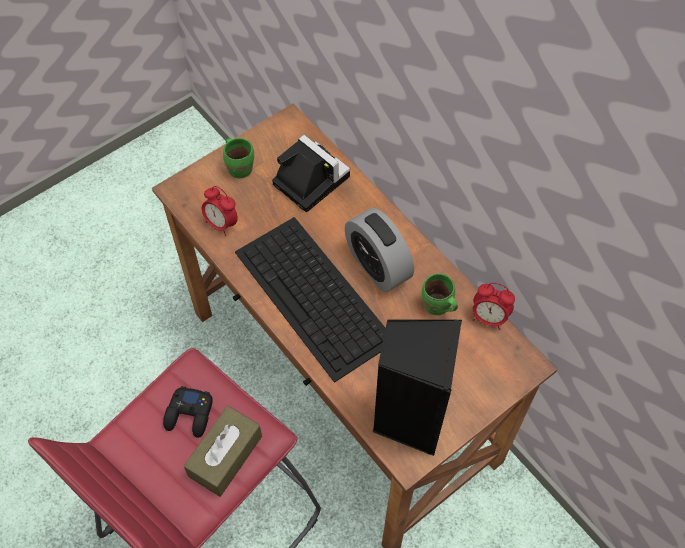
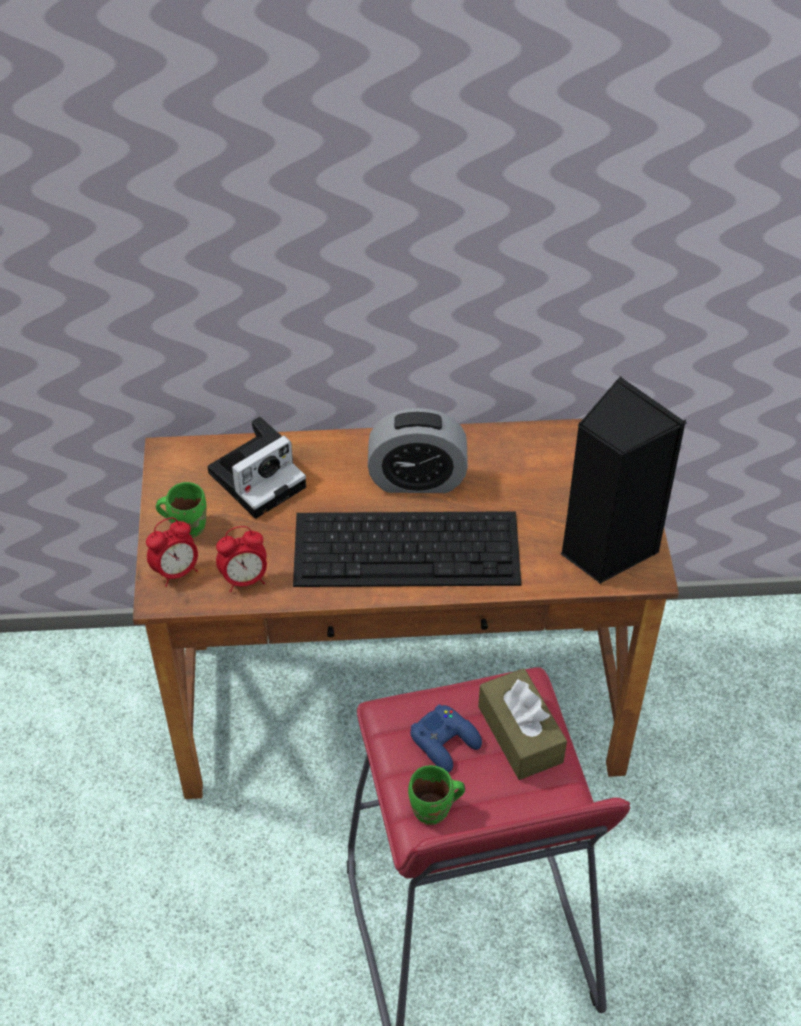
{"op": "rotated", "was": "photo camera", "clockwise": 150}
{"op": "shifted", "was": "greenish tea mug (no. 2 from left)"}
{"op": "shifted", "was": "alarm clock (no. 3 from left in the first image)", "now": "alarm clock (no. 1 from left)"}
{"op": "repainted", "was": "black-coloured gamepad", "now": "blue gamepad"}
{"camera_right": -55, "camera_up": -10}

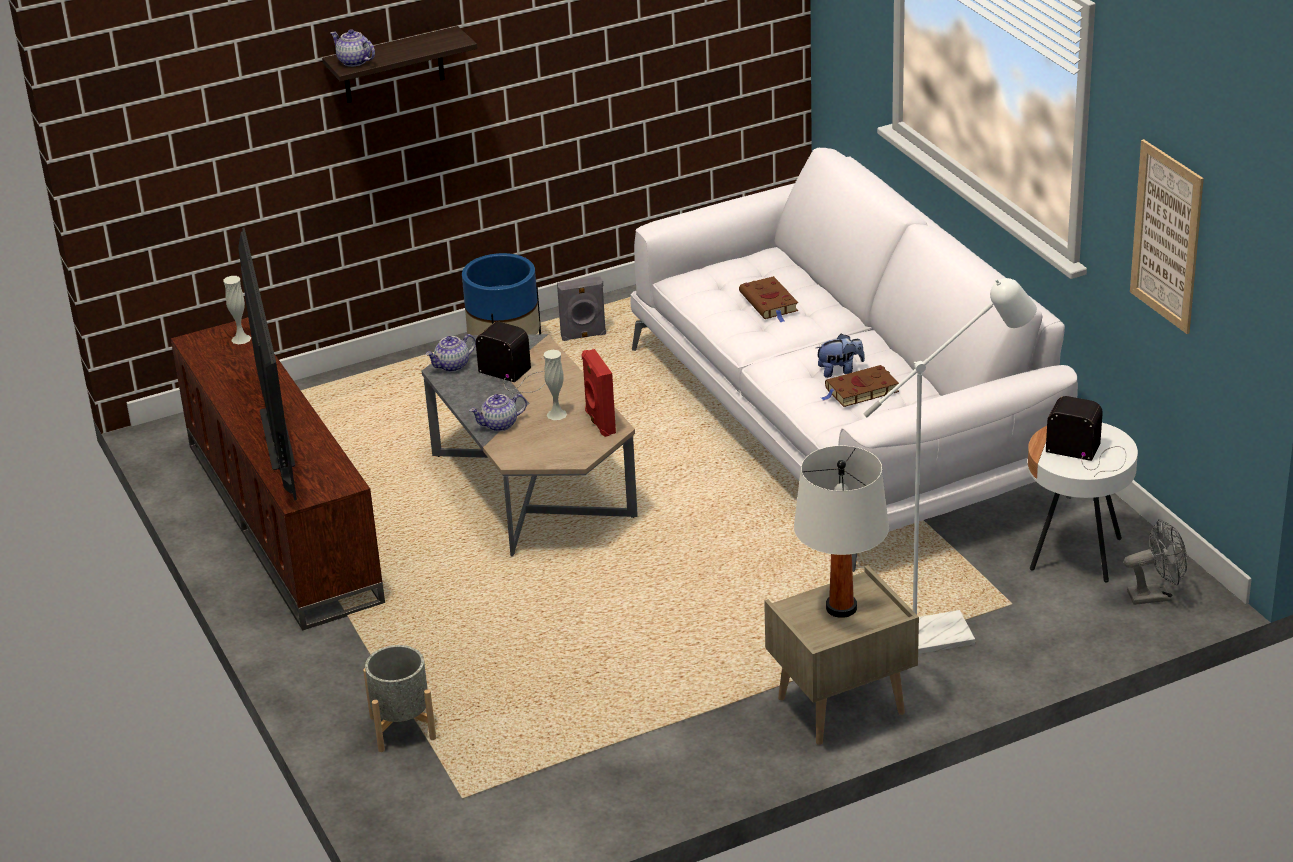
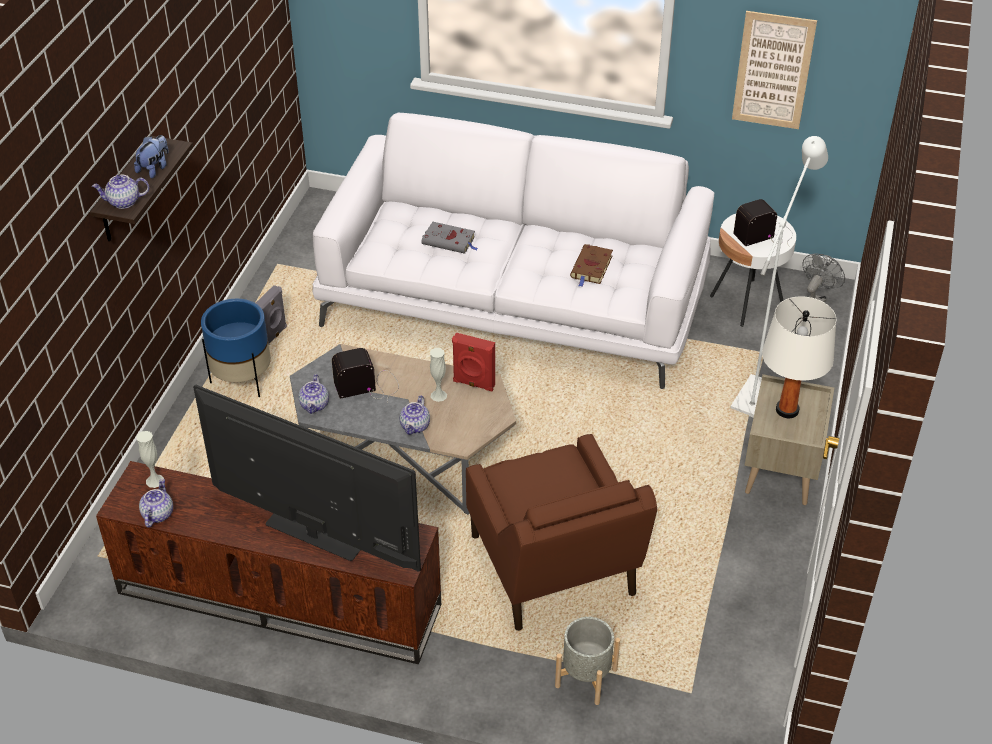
{"op": "repainted", "was": "brown-coloured book (no. 1 from left)", "now": "grey book"}
{"op": "shifted", "was": "soft toy"}
{"op": "new", "now": "brown-coloured armchair"}
{"op": "new", "now": "teapot (no. 2 from left)"}
{"camera_right": -50, "camera_up": 10}

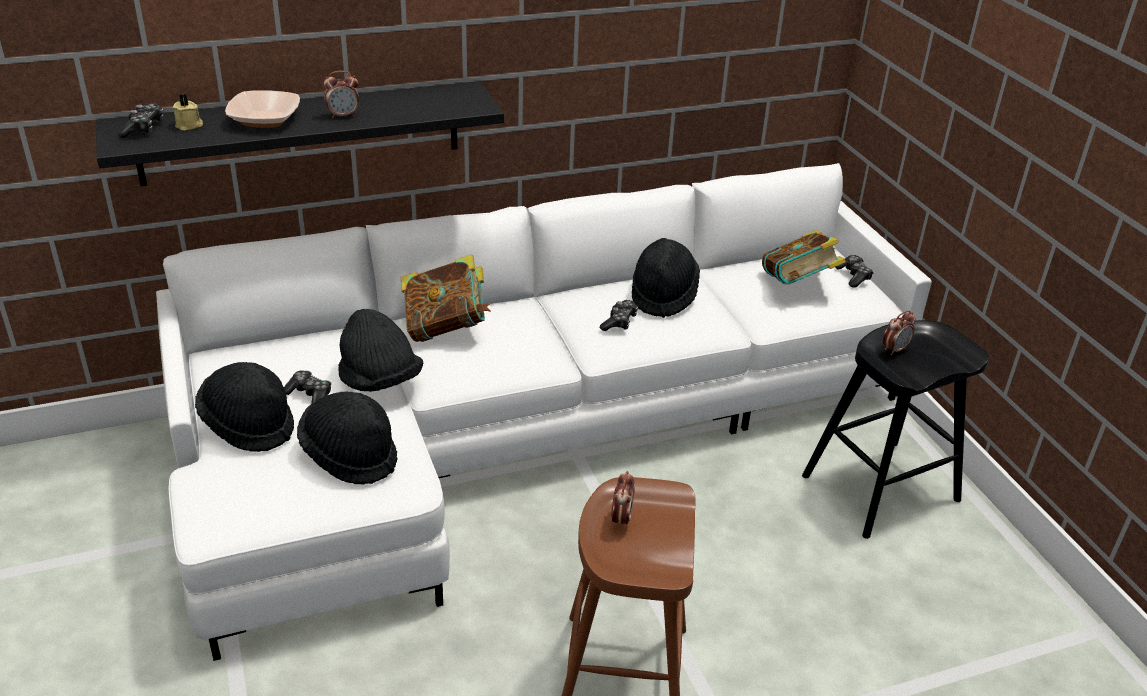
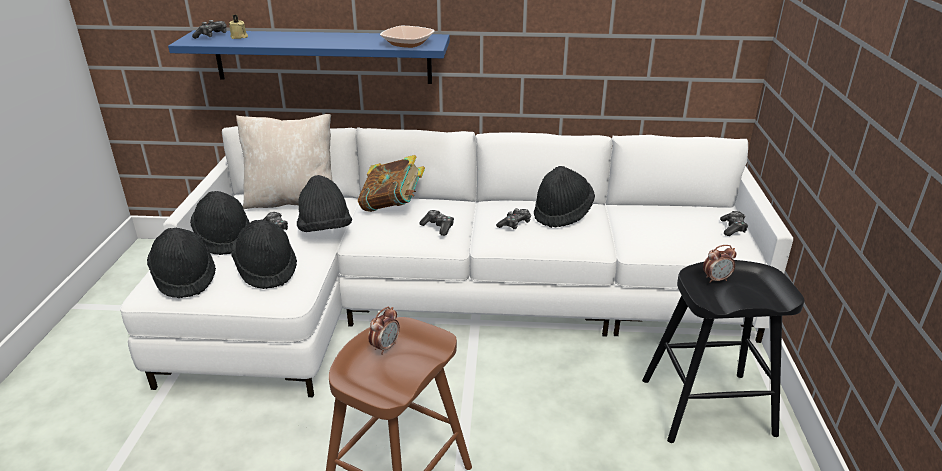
{"op": "gone", "was": "alarm clock (no. 1 from left)"}
{"op": "repainted", "was": "black-coloured shelf", "now": "blue shelf"}
{"op": "shifted", "was": "bowl"}
{"op": "gone", "was": "book (no. 2 from left)"}
{"op": "new", "now": "beige-coloured throw pillow"}
{"op": "new", "now": "gamepad (no. 3 from left)"}
{"op": "new", "now": "black-coloured hat (no. 1 from left)"}
{"camera_right": 25, "camera_up": -5}

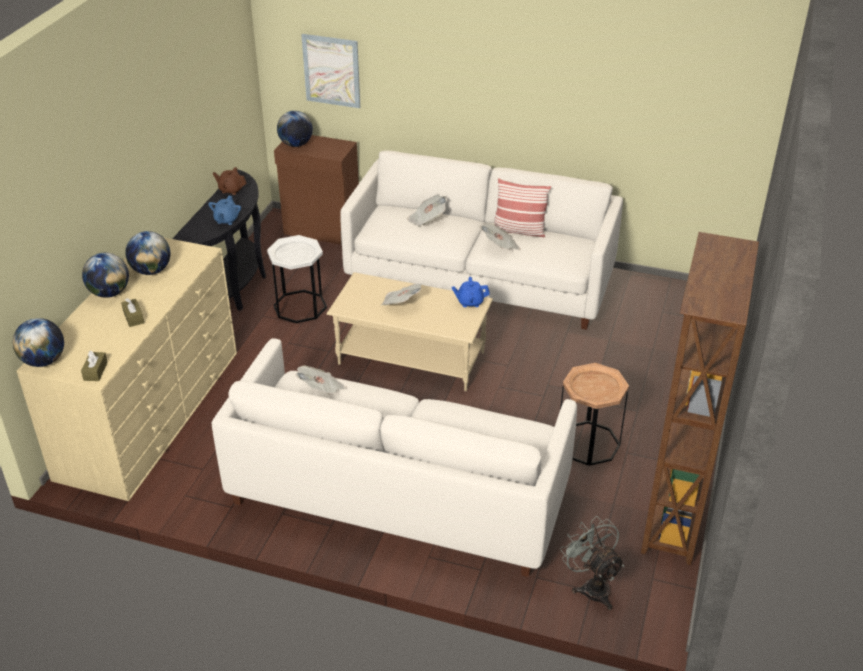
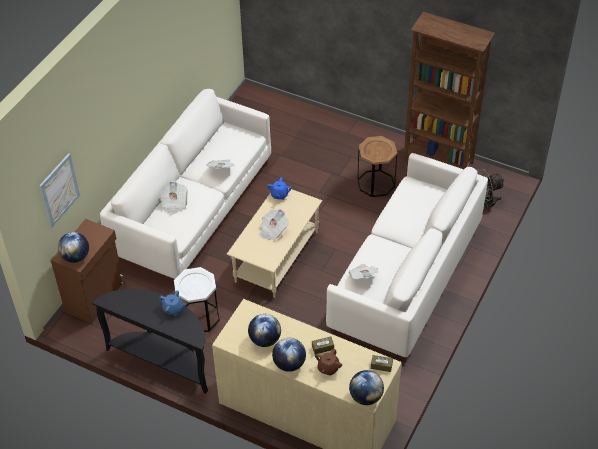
{"op": "shifted", "was": "brown-coloured teapot"}
{"op": "gone", "was": "throw pillow"}
{"camera_right": -80, "camera_up": 10}

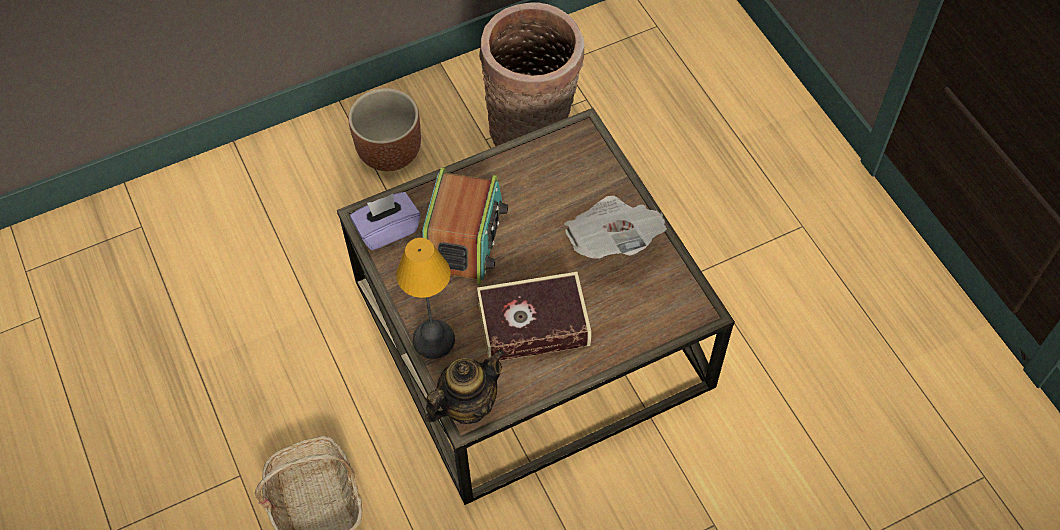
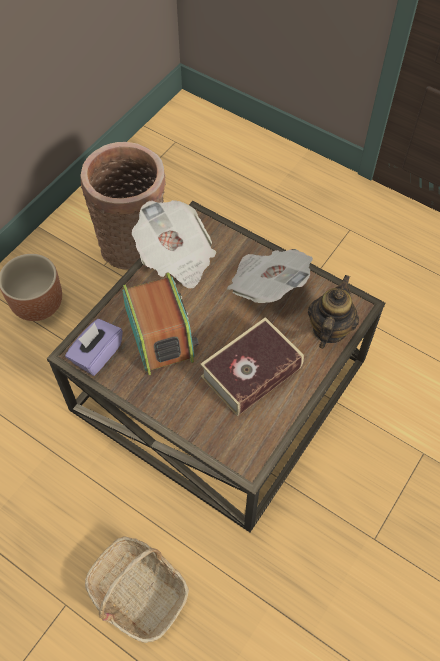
{"op": "gone", "was": "tabletop lamp"}
{"op": "shifted", "was": "teapot"}
{"op": "new", "now": "newspaper (no. 1 from left)"}
{"camera_right": -30, "camera_up": 0}

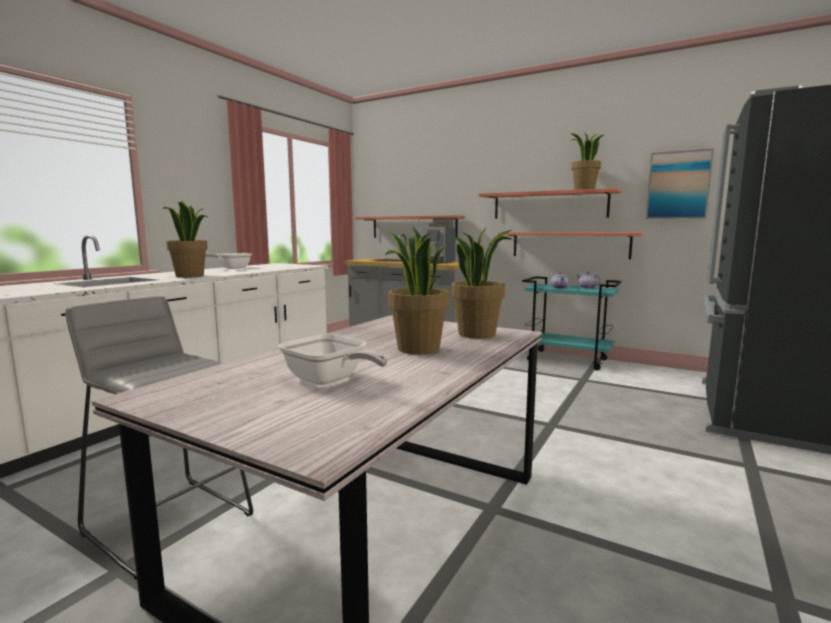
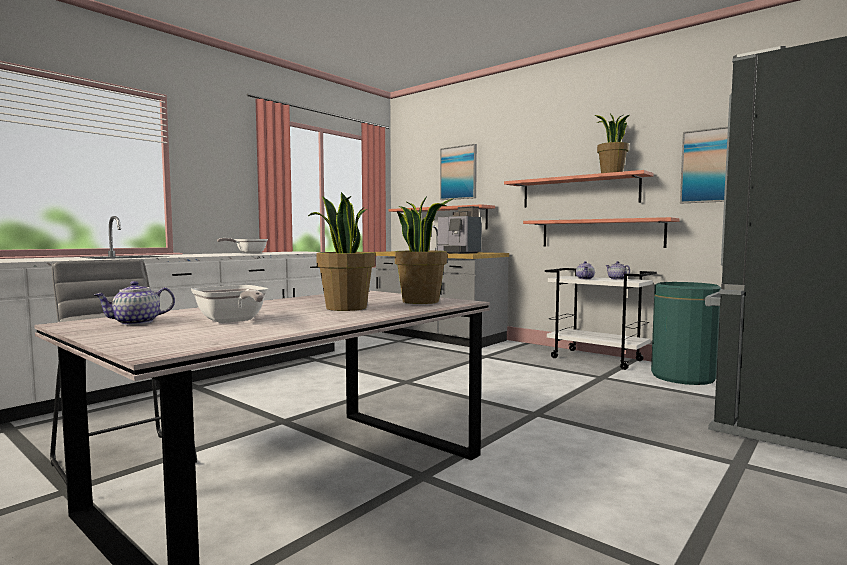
{"op": "gone", "was": "plant in a pot (no. 1 from left)"}
{"op": "repainted", "was": "blue-green wheeled cart", "now": "white-coloured wheeled cart"}
{"op": "new", "now": "wall art (no. 1 from left)"}
{"op": "new", "now": "teapot (no. 1 from left)"}
{"op": "new", "now": "greenish rubbish bin"}
{"camera_right": 10, "camera_up": -5}

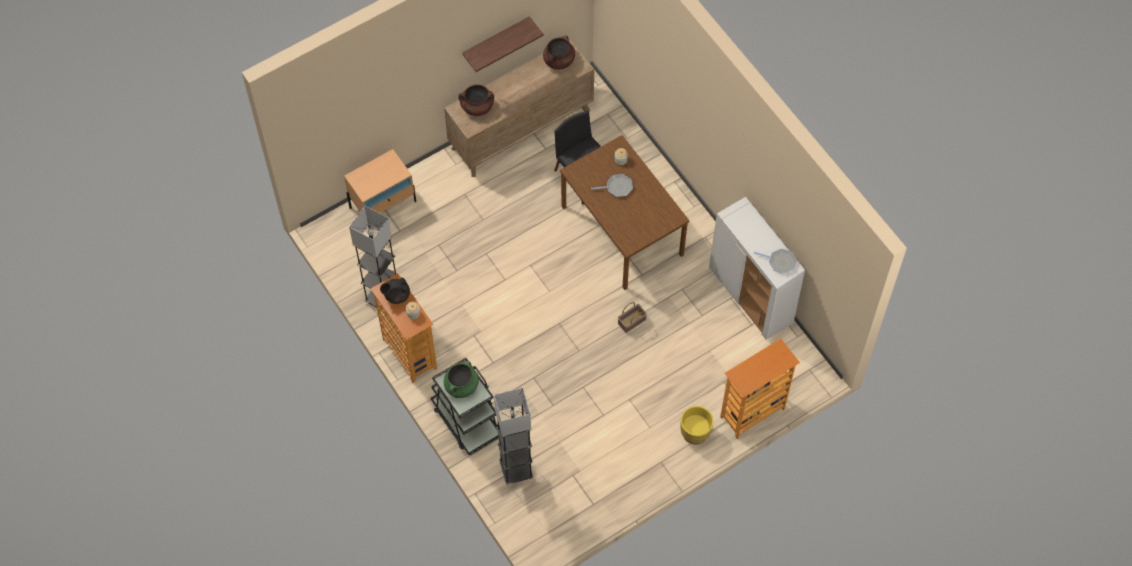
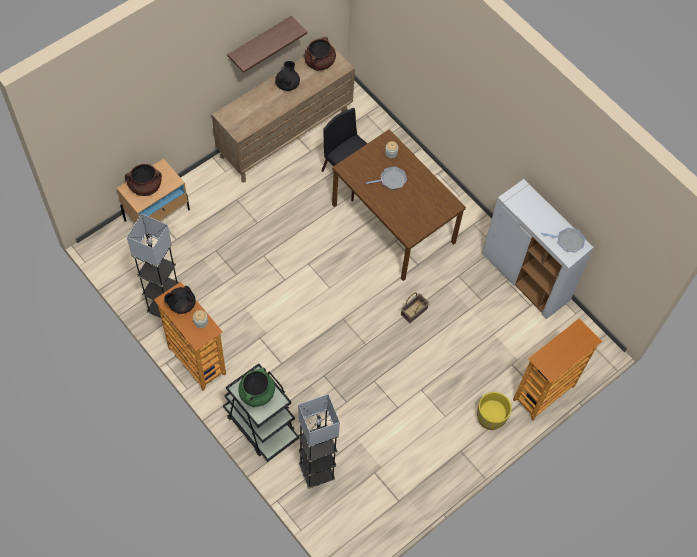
{"op": "shifted", "was": "brown-coloured cooking pot (no. 1 from left)"}
{"op": "new", "now": "black-coloured teapot (no. 2 from left)"}
{"camera_right": -10, "camera_up": 0}

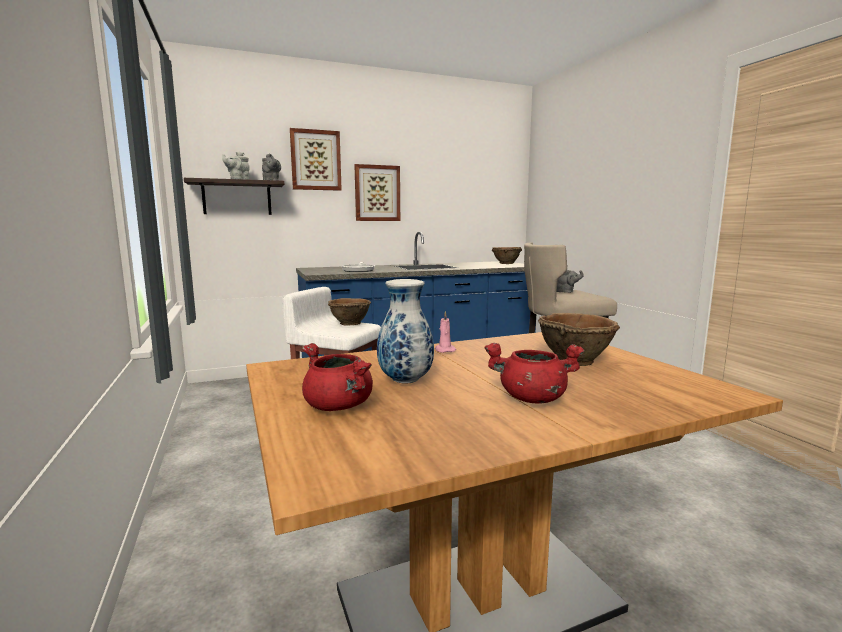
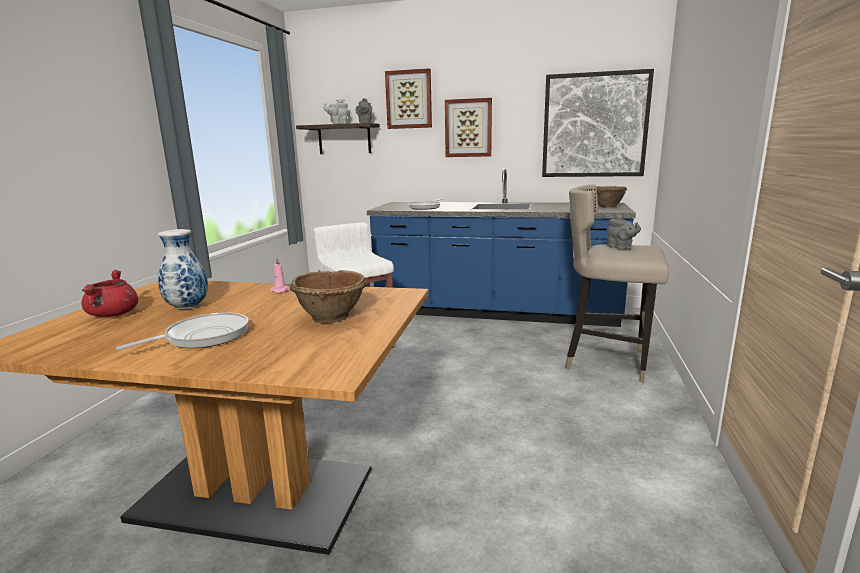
{"op": "gone", "was": "brown-coloured bowl (no. 1 from left)"}
{"op": "swapped", "was": "red cooking pot (no. 2 from left)", "now": "pan (no. 1 from left)"}
{"op": "new", "now": "wall art (no. 3 from left)"}
{"camera_right": 35, "camera_up": 5}

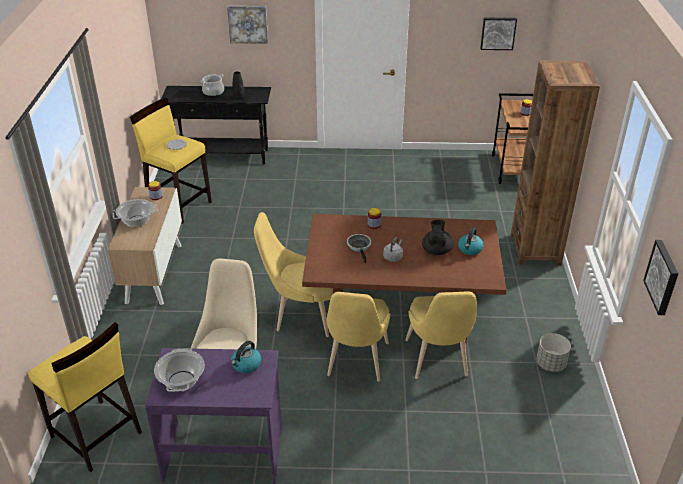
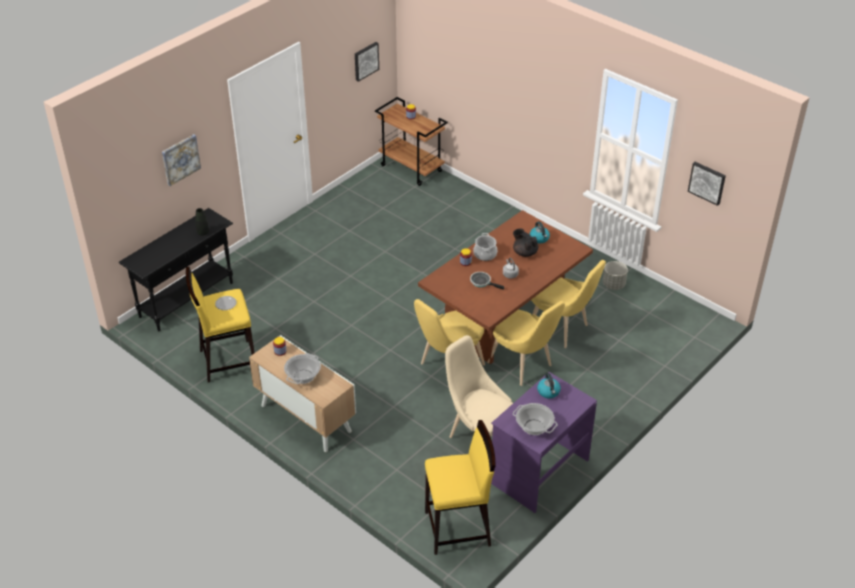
{"op": "gone", "was": "brown-coloured shelving unit"}
{"op": "shifted", "was": "cooking pot (no. 3 from left in the first image)", "now": "cooking pot (no. 2 from left)"}
{"camera_right": -50, "camera_up": 5}

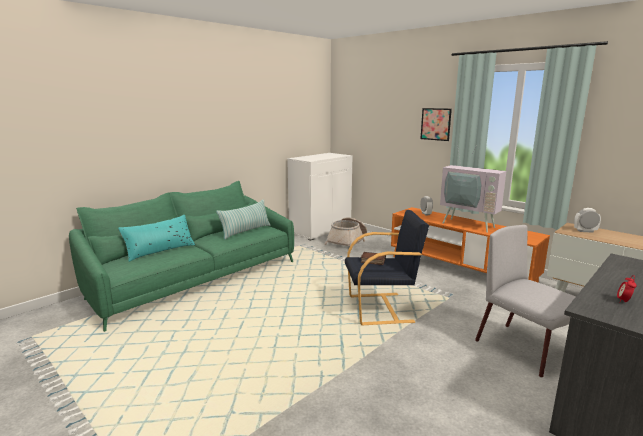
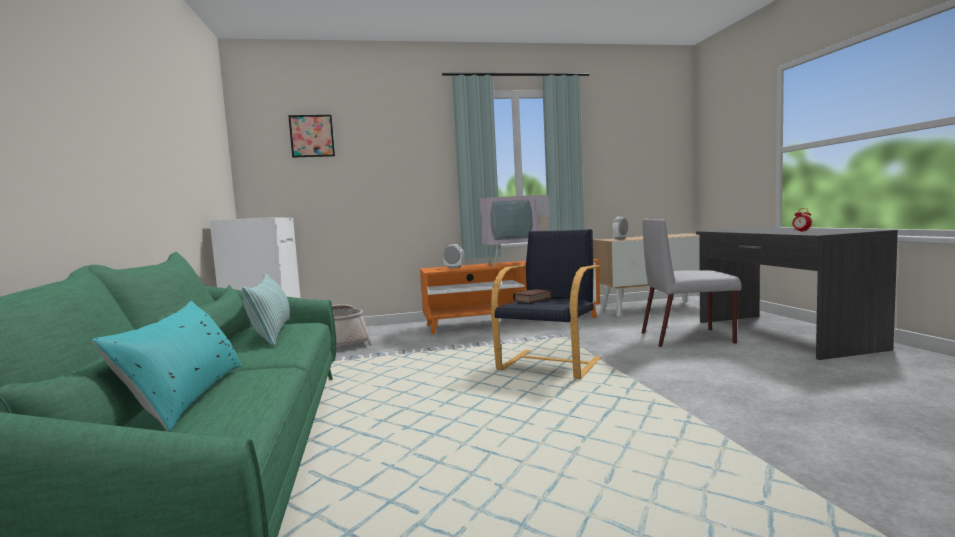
{"op": "shifted", "was": "wall art"}
{"camera_right": -55, "camera_up": -10}

